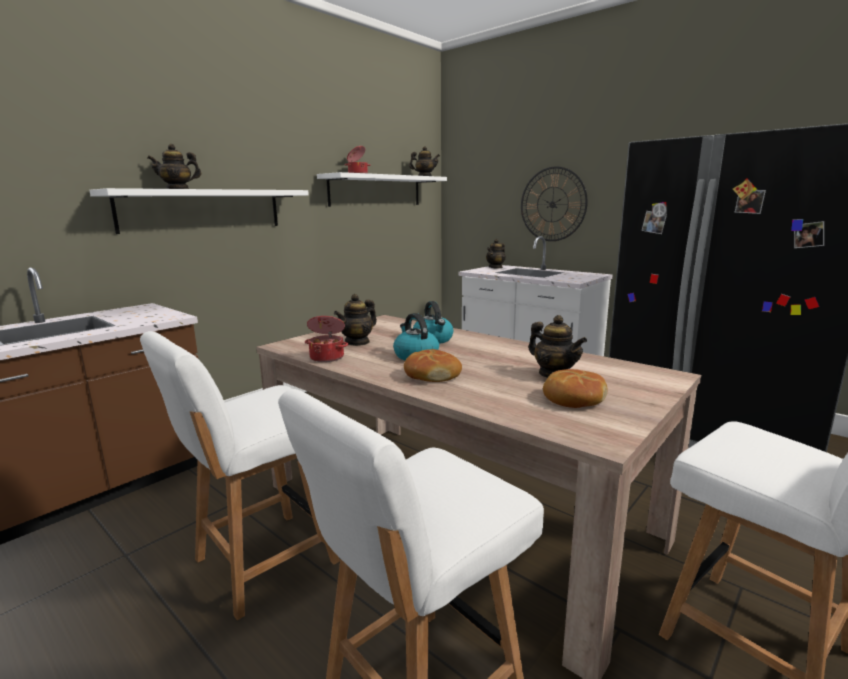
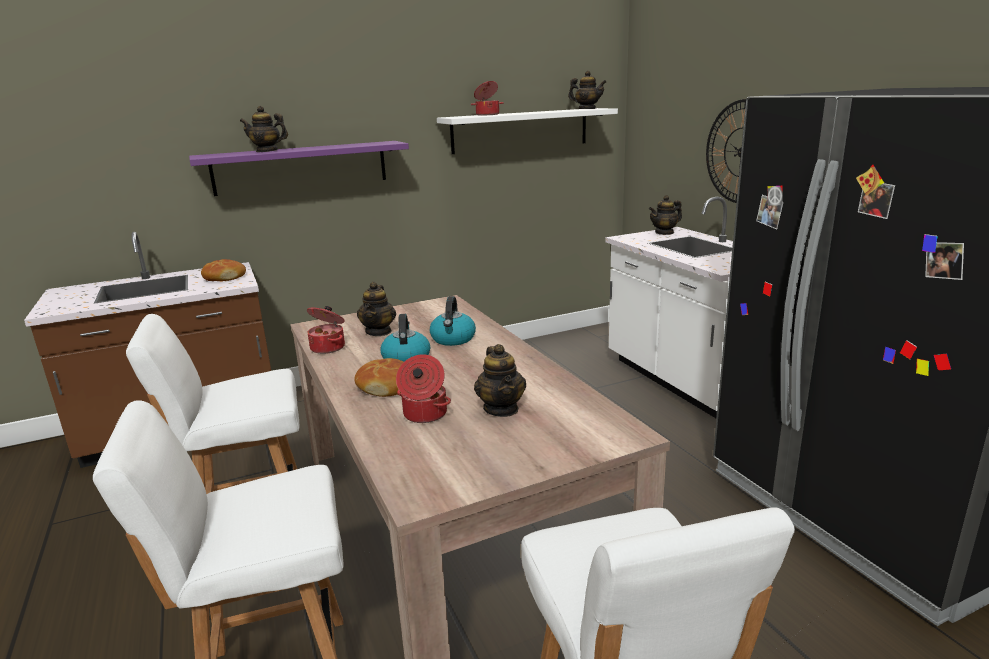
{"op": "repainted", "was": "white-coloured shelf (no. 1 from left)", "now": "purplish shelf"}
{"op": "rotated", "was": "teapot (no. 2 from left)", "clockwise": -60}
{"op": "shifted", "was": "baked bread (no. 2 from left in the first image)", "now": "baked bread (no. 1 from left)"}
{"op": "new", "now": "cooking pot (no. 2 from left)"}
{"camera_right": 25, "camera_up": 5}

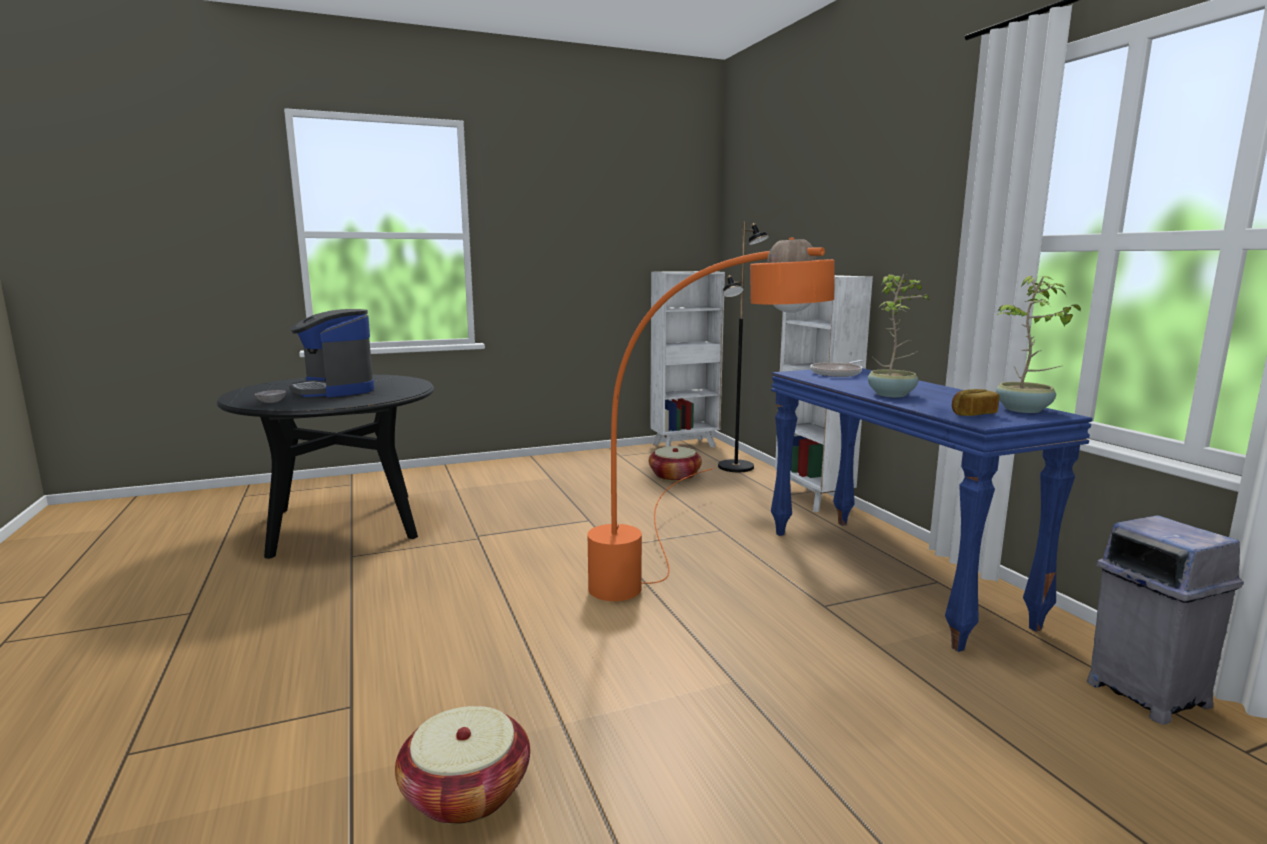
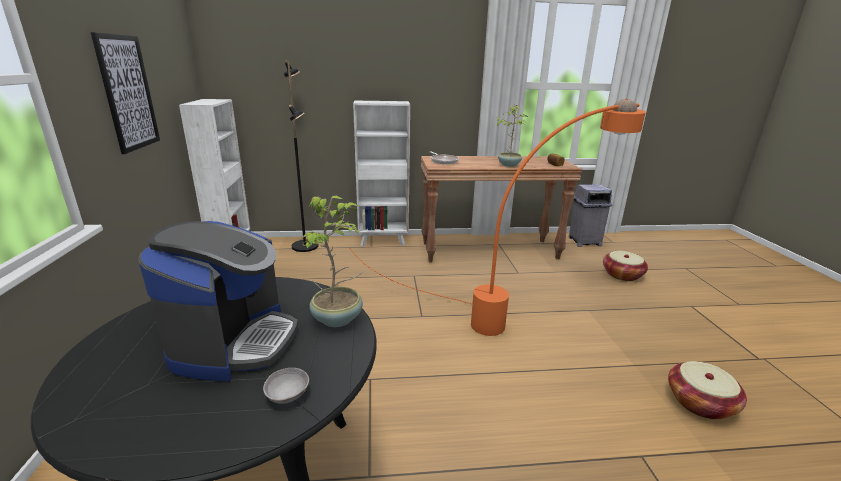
{"op": "shifted", "was": "plant in a pot (no. 2 from left in the first image)", "now": "plant in a pot (no. 1 from left)"}
{"op": "rotated", "was": "coffee maker", "clockwise": -60}
{"op": "repainted", "was": "blue narrow table", "now": "brown-coloured narrow table"}
{"op": "shifted", "was": "storage basket (no. 2 from left in the first image)", "now": "storage basket (no. 1 from left)"}
{"op": "new", "now": "wall art"}
{"camera_right": -75, "camera_up": 10}

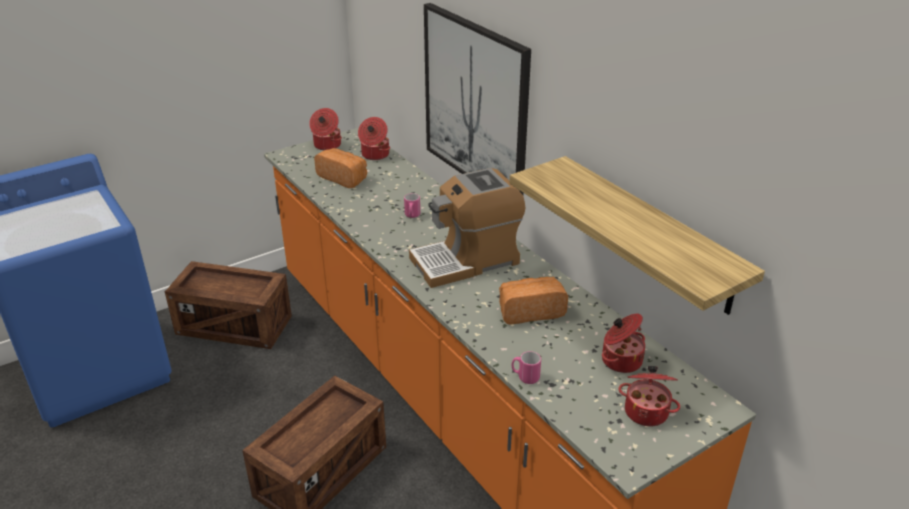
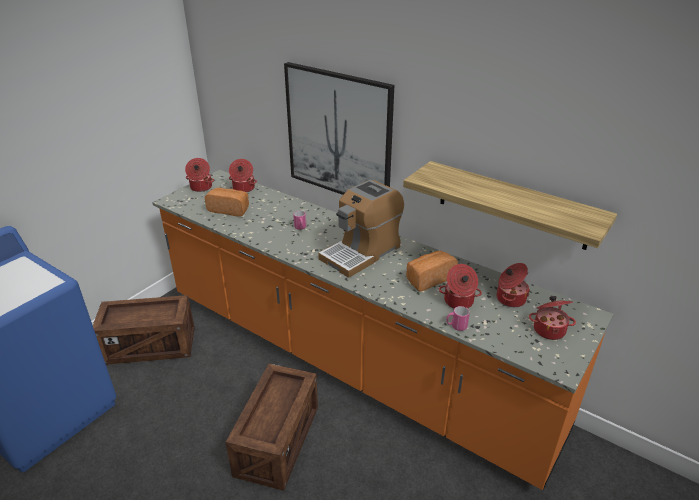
{"op": "new", "now": "cooking pot (no. 3 from left)"}
{"camera_right": -20, "camera_up": 0}

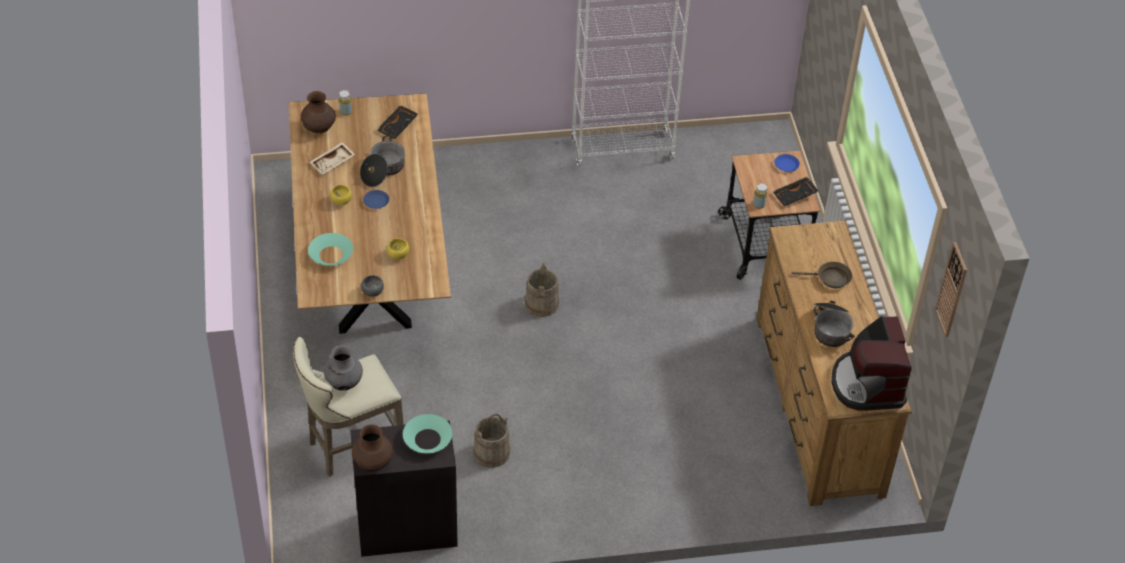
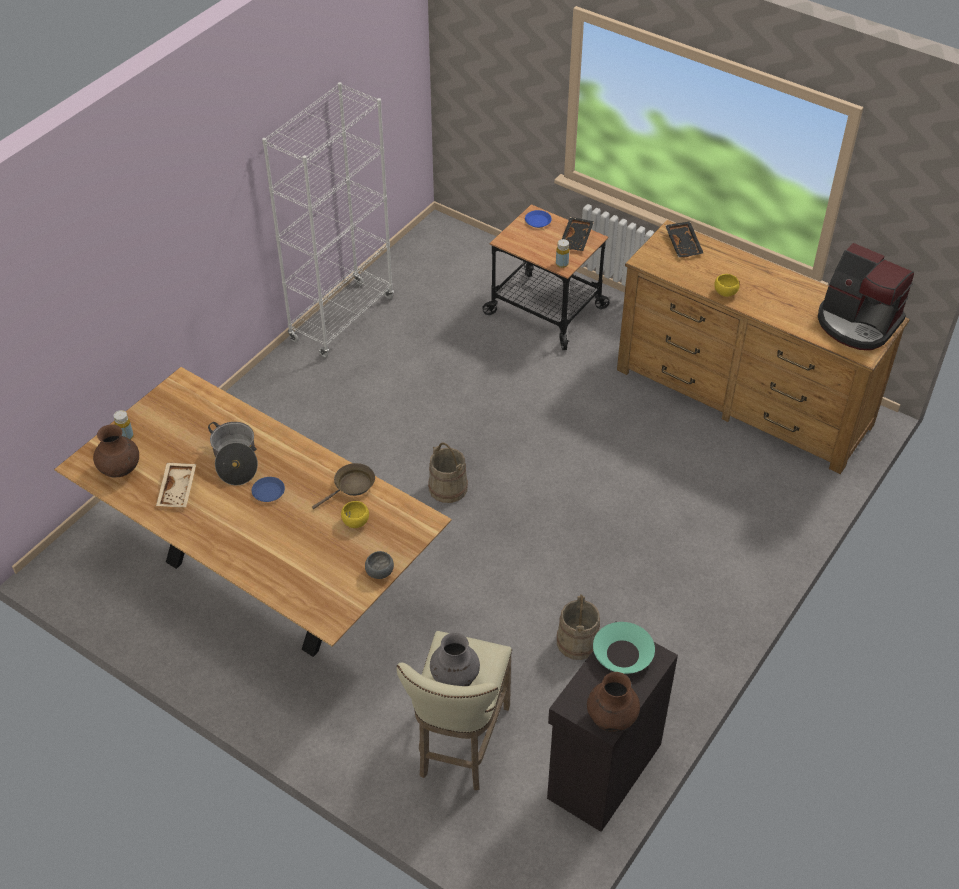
{"op": "shifted", "was": "black-coloured carrying tray (no. 1 from left in the first image)", "now": "black-coloured carrying tray (no. 2 from left)"}
{"op": "shifted", "was": "yellowish bowl (no. 1 from left in the first image)", "now": "yellowish bowl (no. 2 from left)"}
{"op": "gone", "was": "blue-green bowl (no. 1 from left)"}
{"op": "gone", "was": "hanging clock"}
{"op": "shifted", "was": "brown-coloured pan"}
{"op": "gone", "was": "cooking pot (no. 2 from left)"}
{"camera_right": -45, "camera_up": 0}

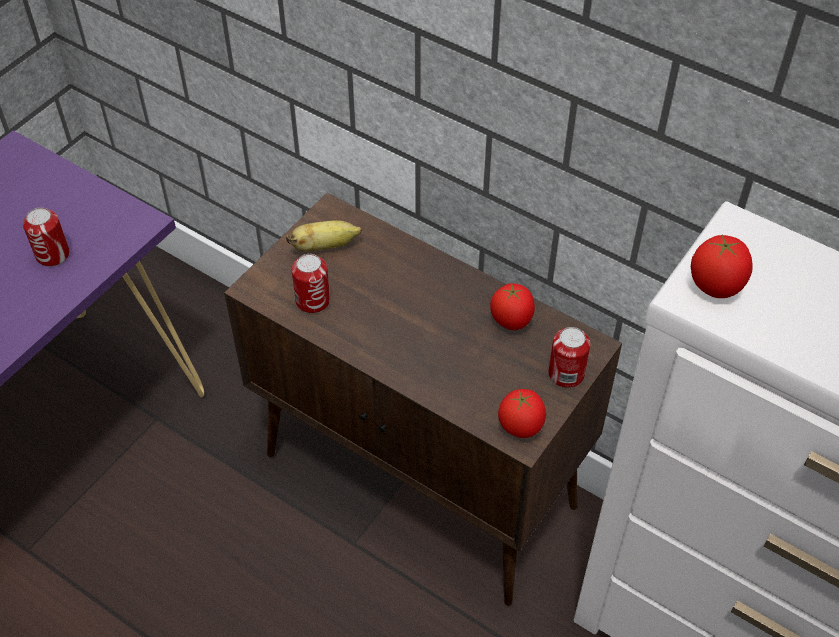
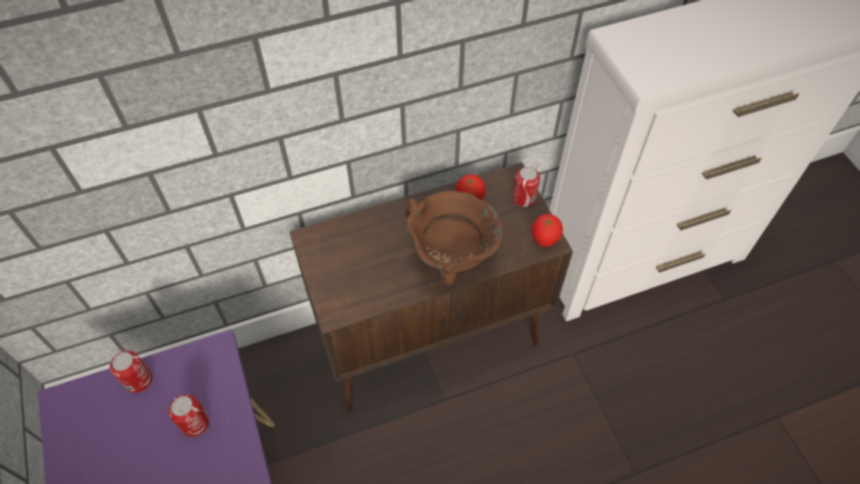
{"op": "gone", "was": "whole banana"}
{"op": "gone", "was": "tomato (no. 3 from left)"}
{"op": "shifted", "was": "sealed can (no. 2 from left in the first image)", "now": "sealed can (no. 1 from left)"}
{"op": "new", "now": "brown-coloured cooking pot"}
{"camera_right": -55, "camera_up": 5}

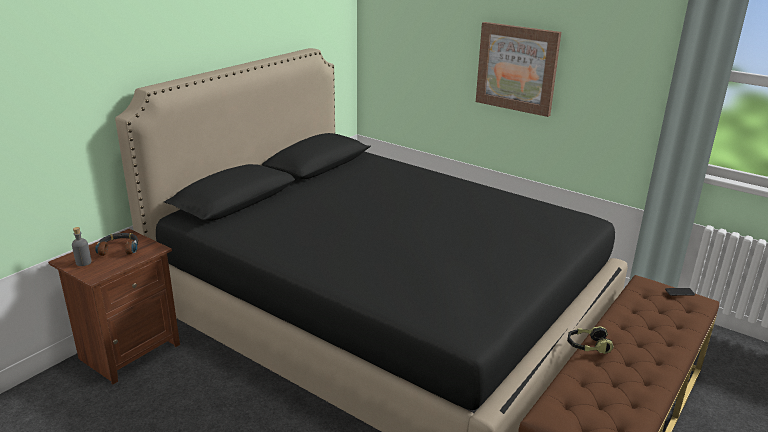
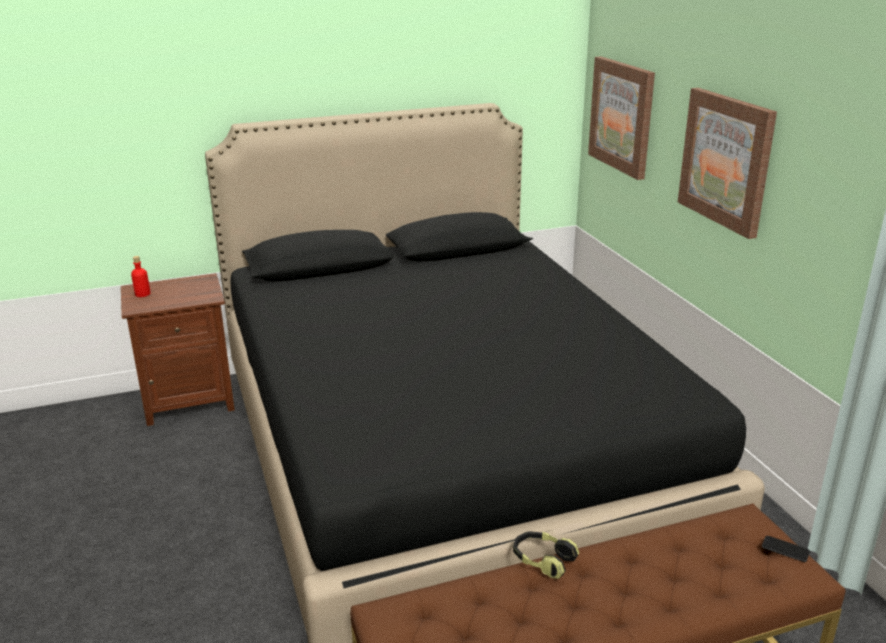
{"op": "repainted", "was": "grey beverage bottle", "now": "red beverage bottle"}
{"op": "gone", "was": "pair of headphones (no. 1 from left)"}
{"op": "new", "now": "wall art (no. 1 from left)"}
{"camera_right": 35, "camera_up": 0}

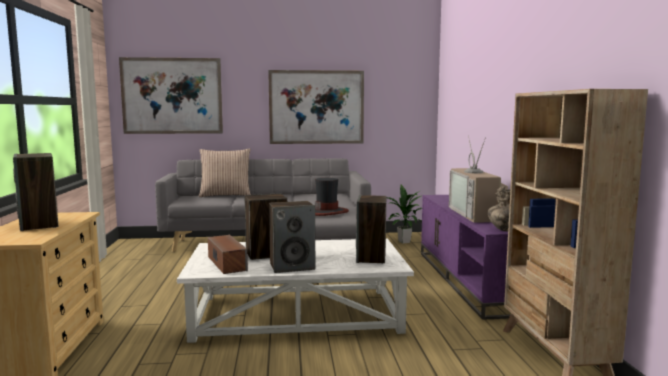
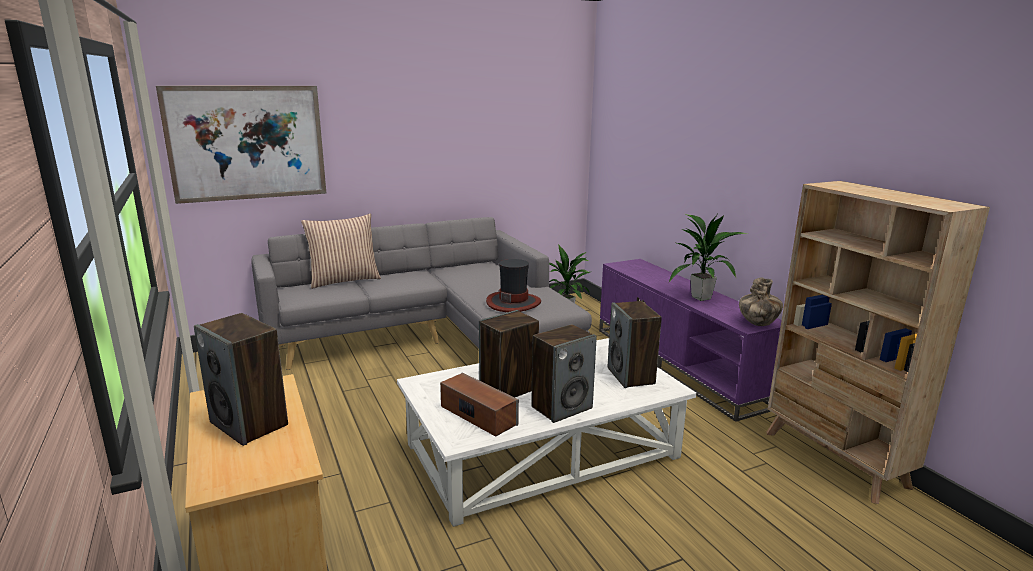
{"op": "gone", "was": "wall art (no. 2 from left)"}
{"op": "swapped", "was": "television", "now": "plant in a pot (no. 2 from left)"}
{"camera_right": -20, "camera_up": 10}

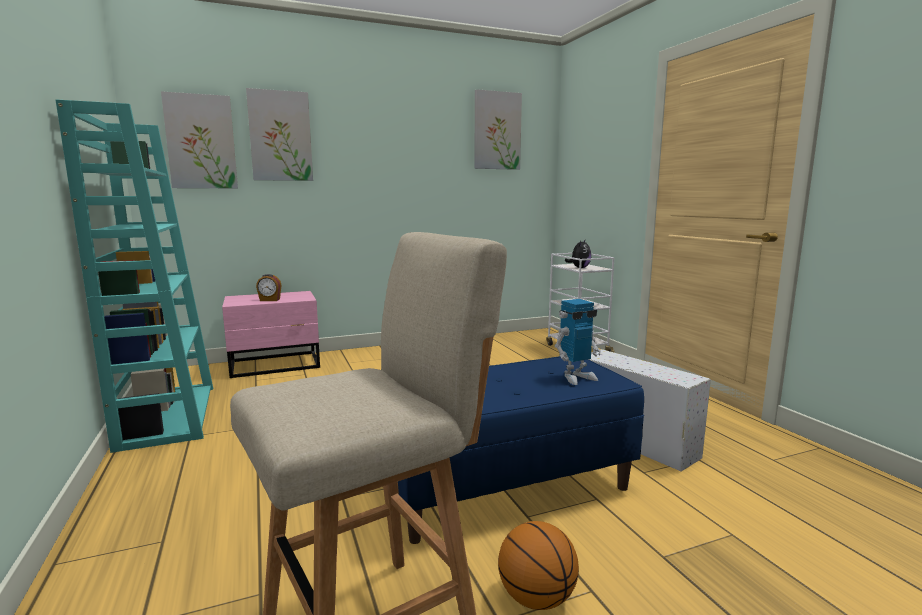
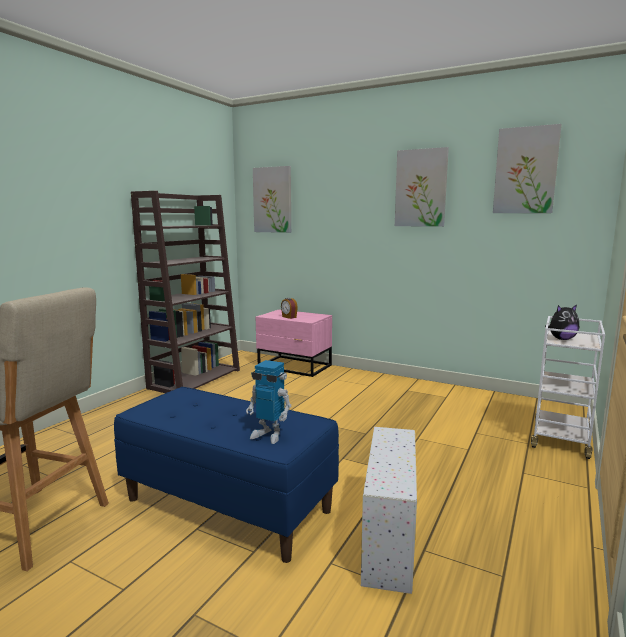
{"op": "shifted", "was": "wall art (no. 2 from left)"}
{"op": "repainted", "was": "blue-green shelving unit", "now": "brown-coloured shelving unit"}
{"op": "gone", "was": "basketball"}
{"camera_right": 50, "camera_up": 0}

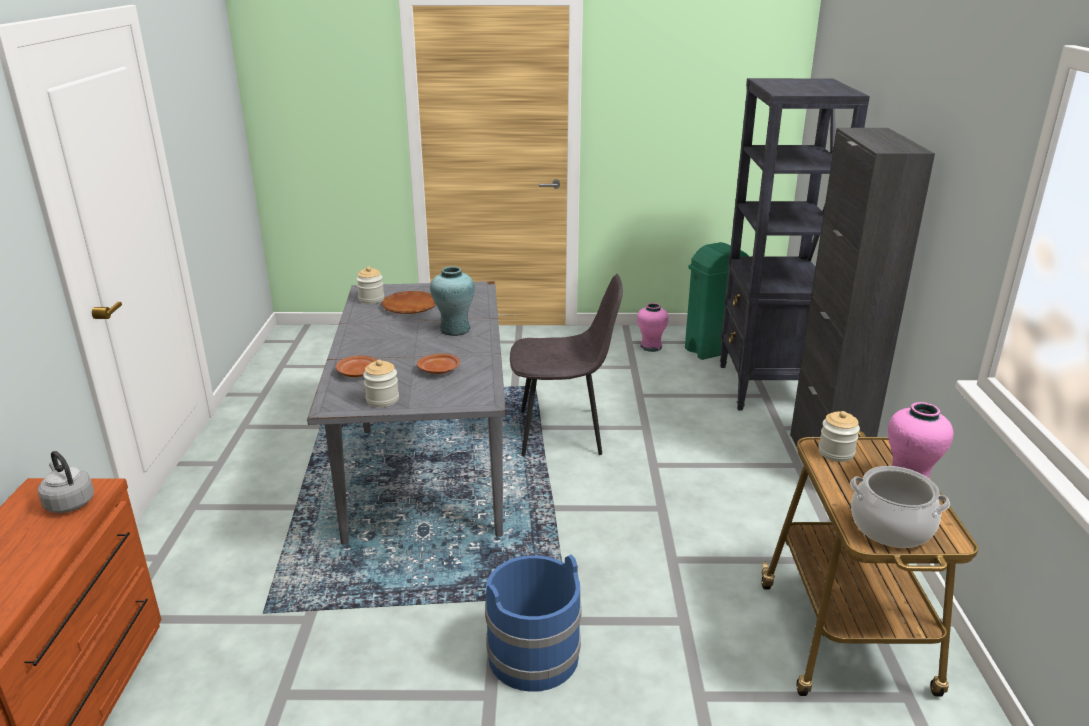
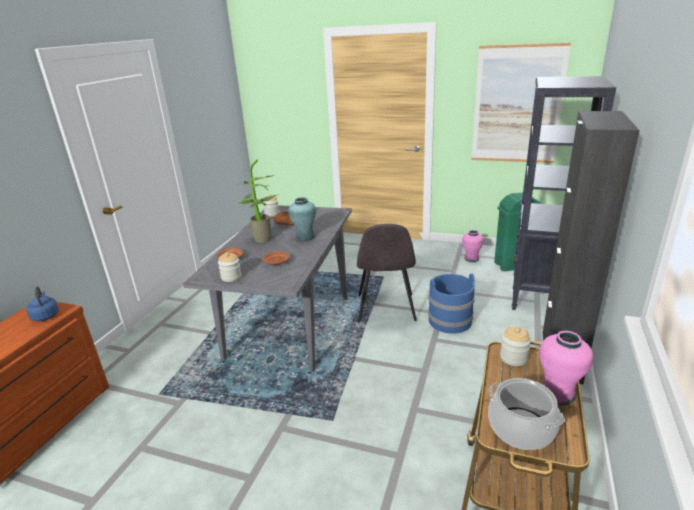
{"op": "rotated", "was": "grey upright chair", "clockwise": 75}
{"op": "repainted", "was": "grey water kettle", "now": "blue water kettle"}
{"op": "shifted", "was": "blue bucket"}
{"op": "new", "now": "wall art"}
{"op": "new", "now": "plant in a pot"}
{"camera_right": 20, "camera_up": 0}

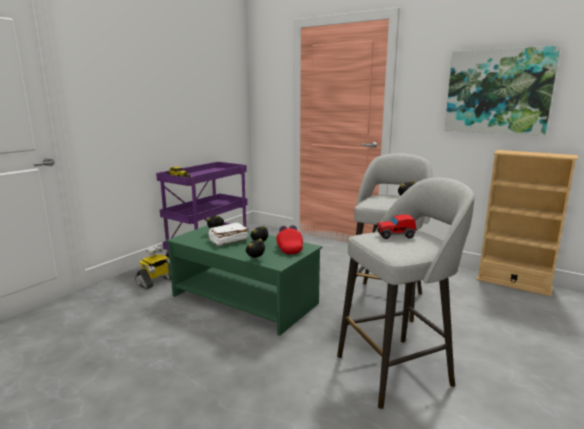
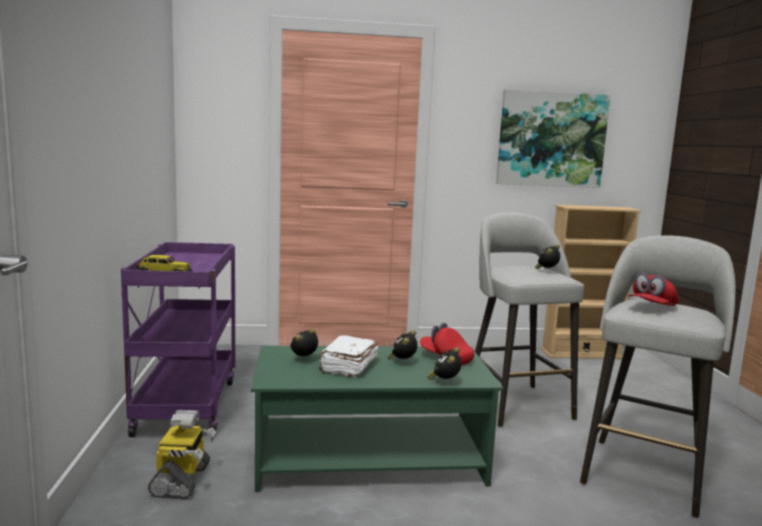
{"op": "swapped", "was": "miniature car", "now": "red peaked cap (no. 2 from left)"}
{"camera_right": -40, "camera_up": -5}

